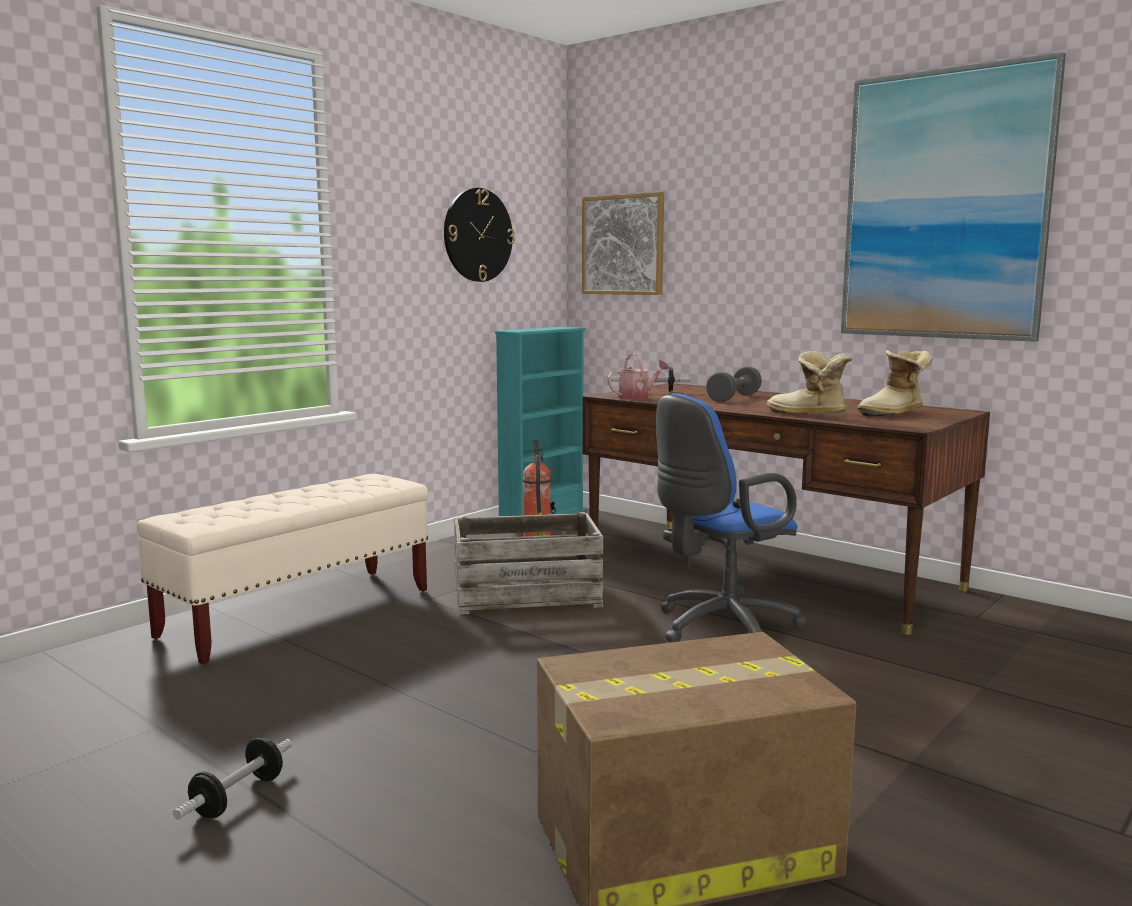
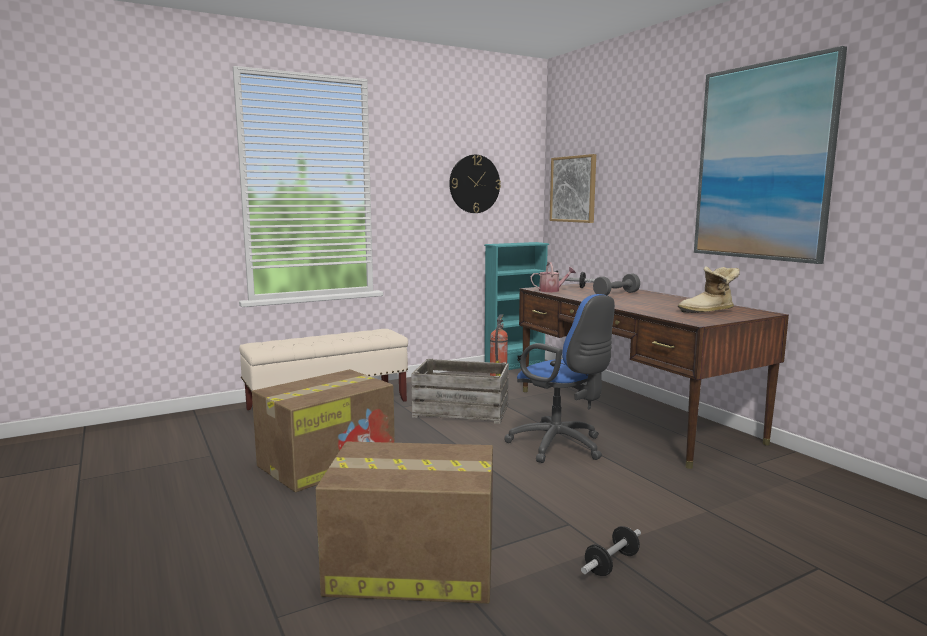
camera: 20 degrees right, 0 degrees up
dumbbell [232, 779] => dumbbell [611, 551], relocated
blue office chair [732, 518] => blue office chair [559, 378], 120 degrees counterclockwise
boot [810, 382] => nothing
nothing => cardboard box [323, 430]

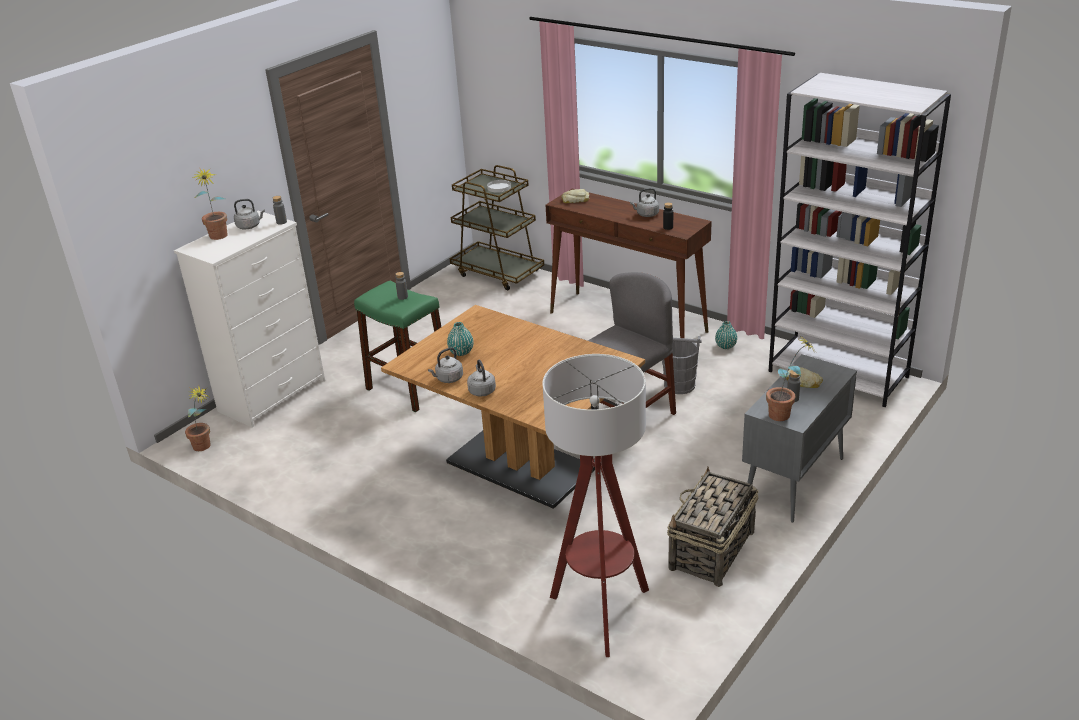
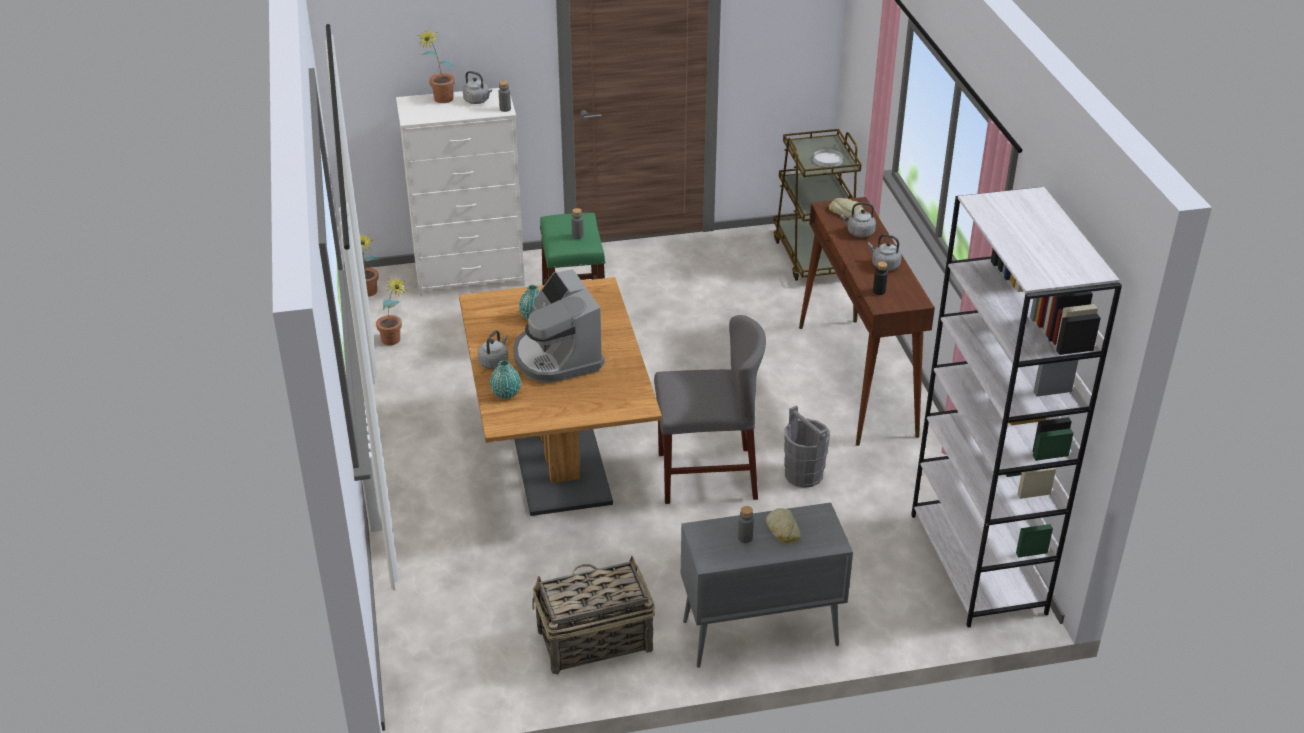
camera: 40 degrees right, 5 degrees up
grey kettle [445, 365] => grey kettle [858, 220], relocated
floor lamp [595, 505] => nothing
turquoise vase [726, 335] => turquoise vase [505, 379], relocated
potted plant [790, 378] => potted plant [391, 311], relocated
nothing => coffee machine [558, 325]

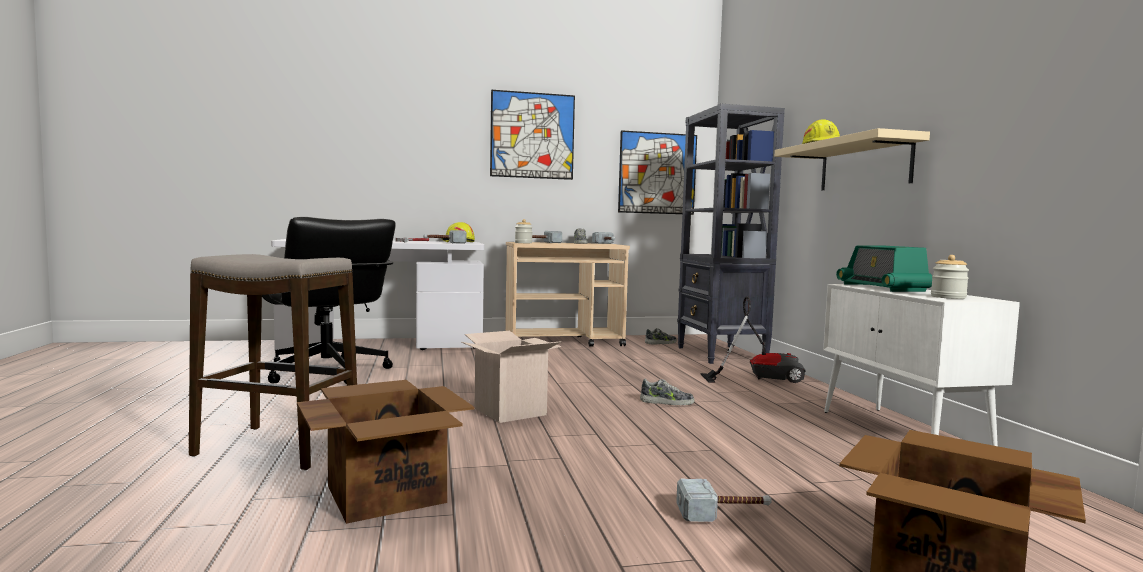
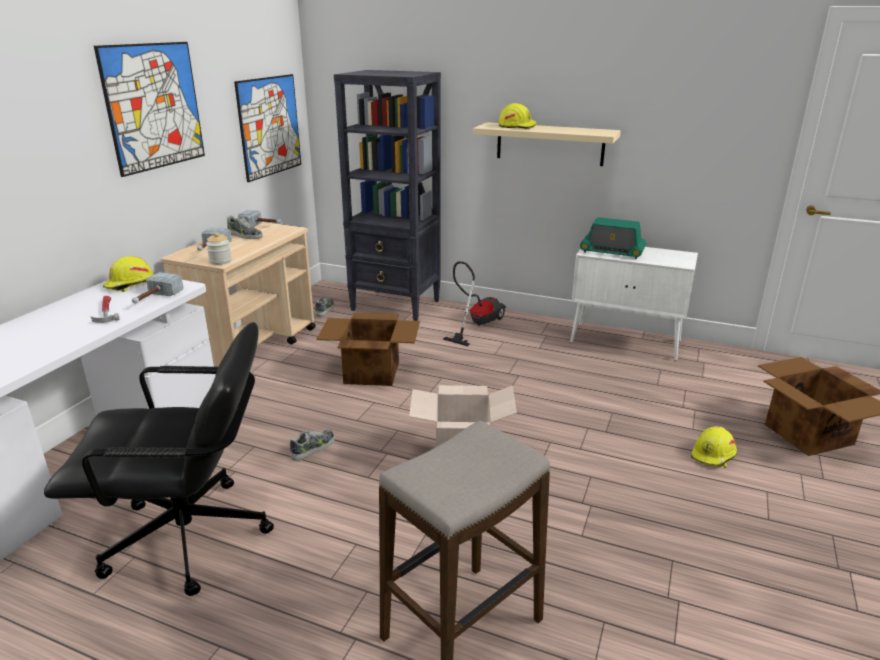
camera: 55 degrees left, 20 degrees up
cardboard box [386, 452] => cardboard box [368, 349], relocated
shoe [667, 392] => shoe [312, 445], relocated
hammer [724, 500] => yellow hard hat [714, 447]
jar [950, 277] => nothing

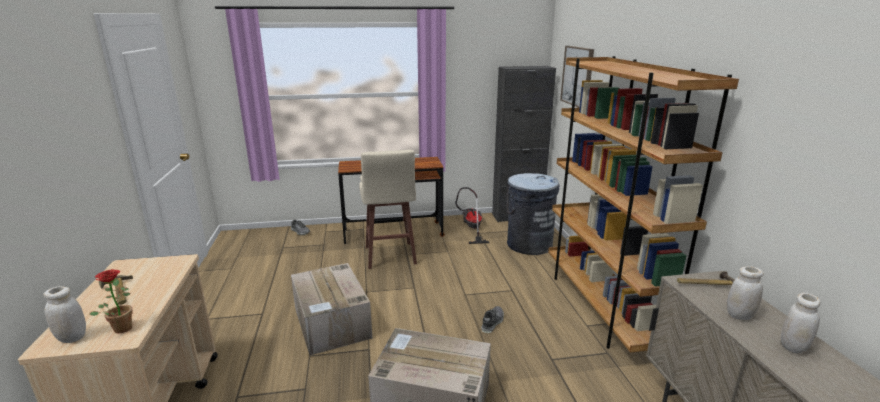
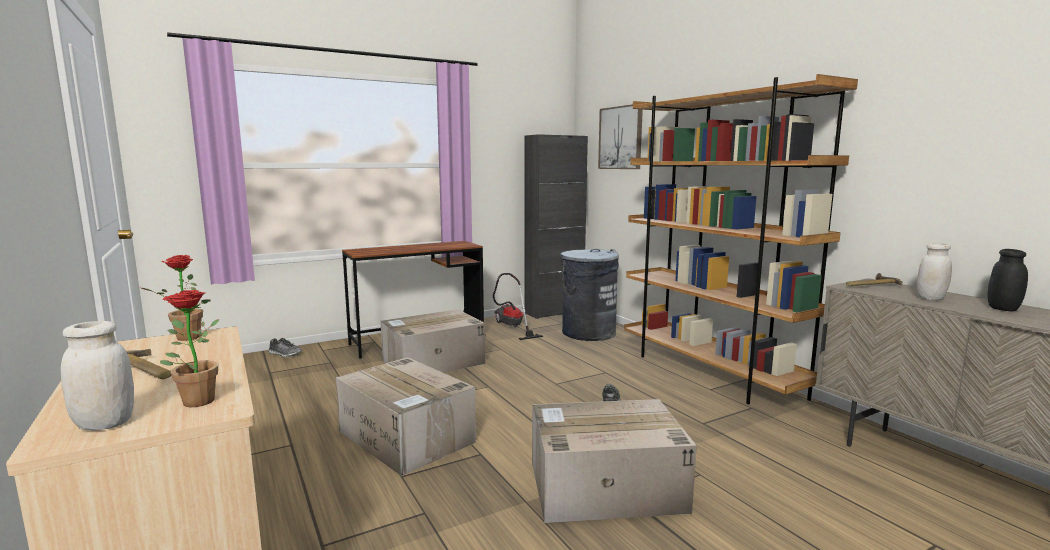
camera: 20 degrees left, 10 degrees down
beige stool [388, 209] => cardboard box [432, 341]
white jar [801, 323] => black jar [1007, 280]
nothing => potted plant [176, 298]

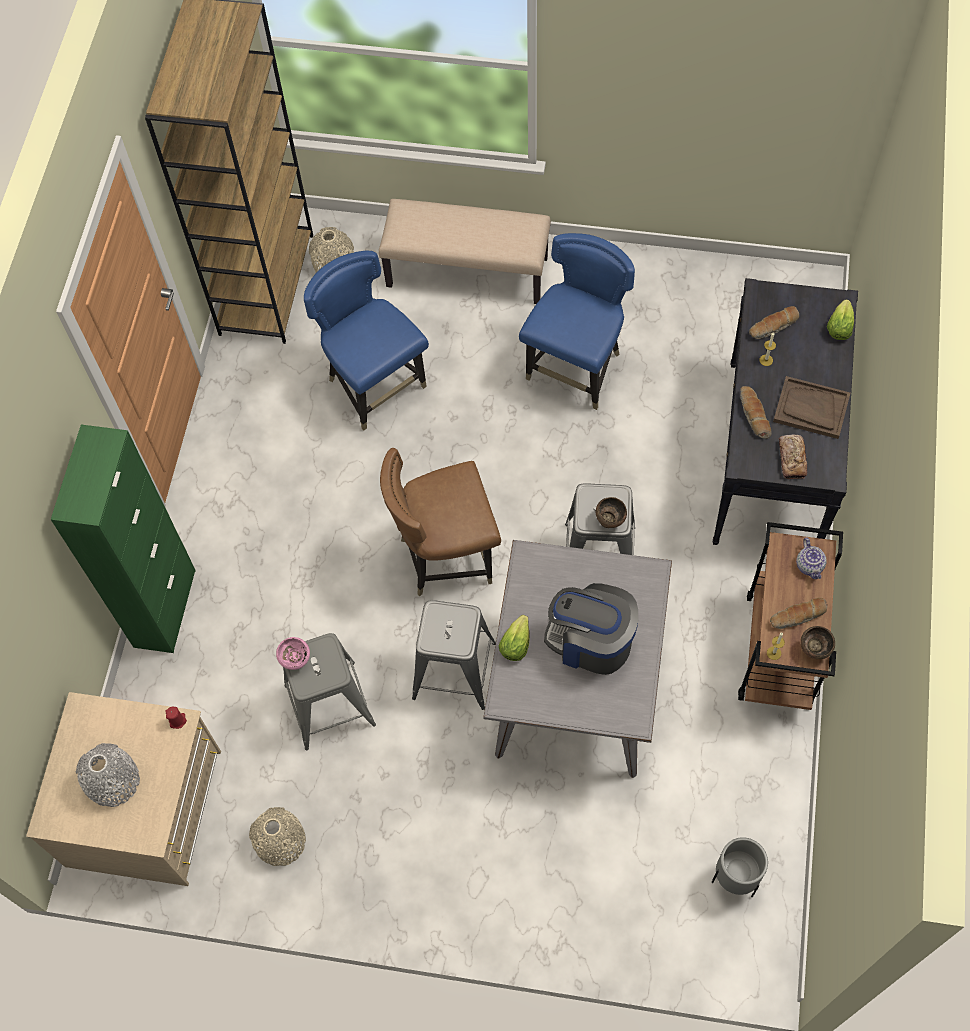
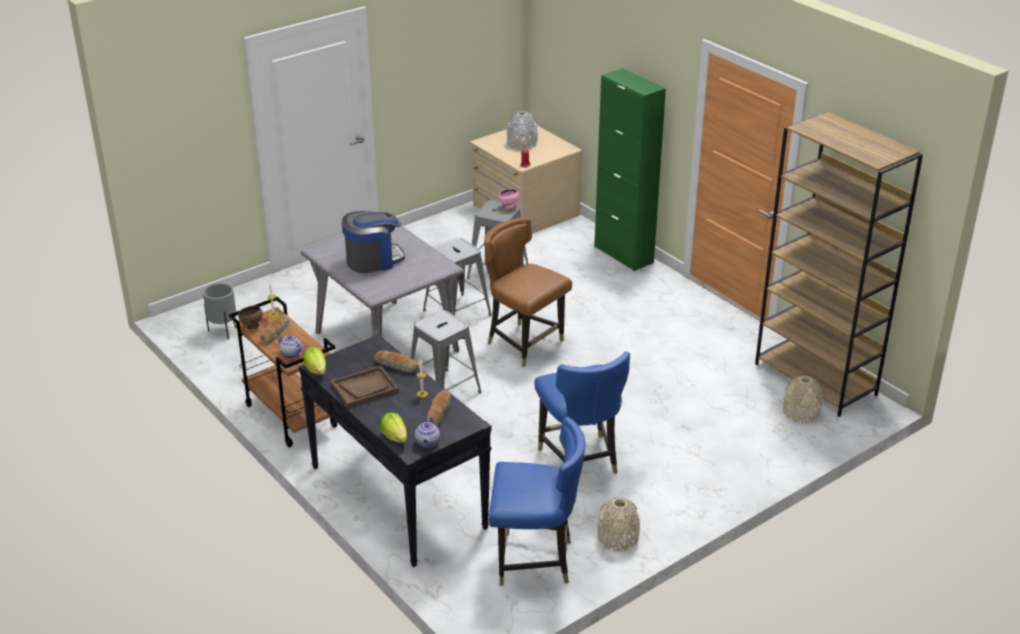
camera: 130 degrees right, 30 degrees down
beige vase [277, 836] => beige vase [618, 524], relocated
blue chair [366, 341] => blue chair [537, 501], relocated
beige bench [465, 251] => nothing
brown chair [440, 522] => brown chair [528, 292], 75 degrees counterclockwise
lettuce [514, 638] => lettuce [314, 361], relocated
brown bowl [611, 512] => nothing
bread [793, 457] => nothing
nothing => teapot [427, 432]

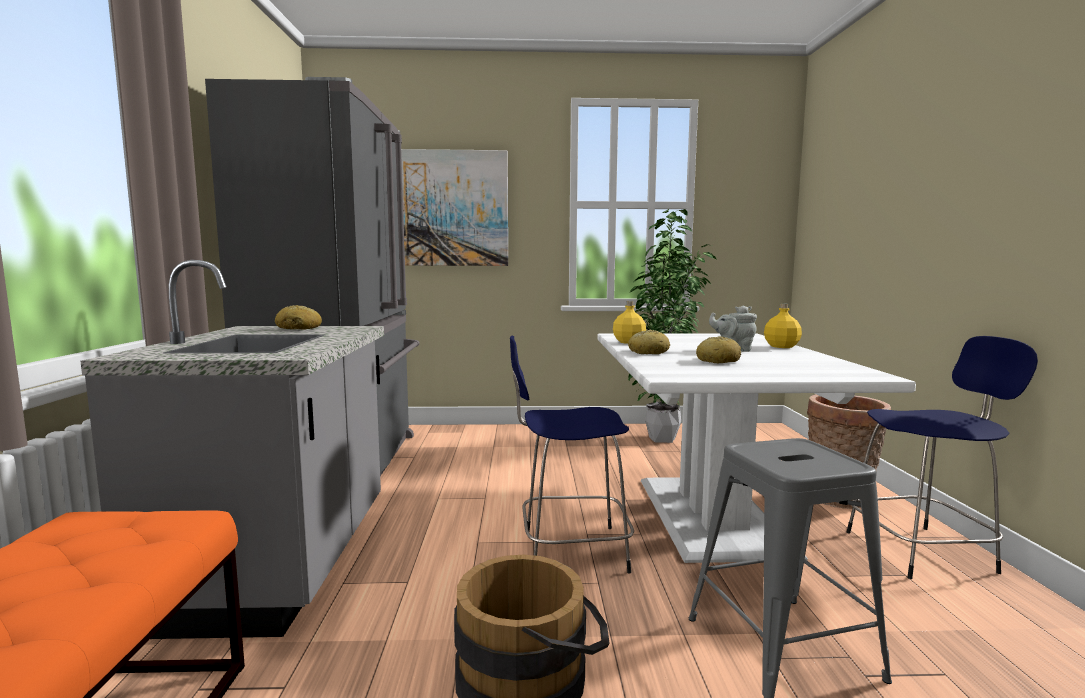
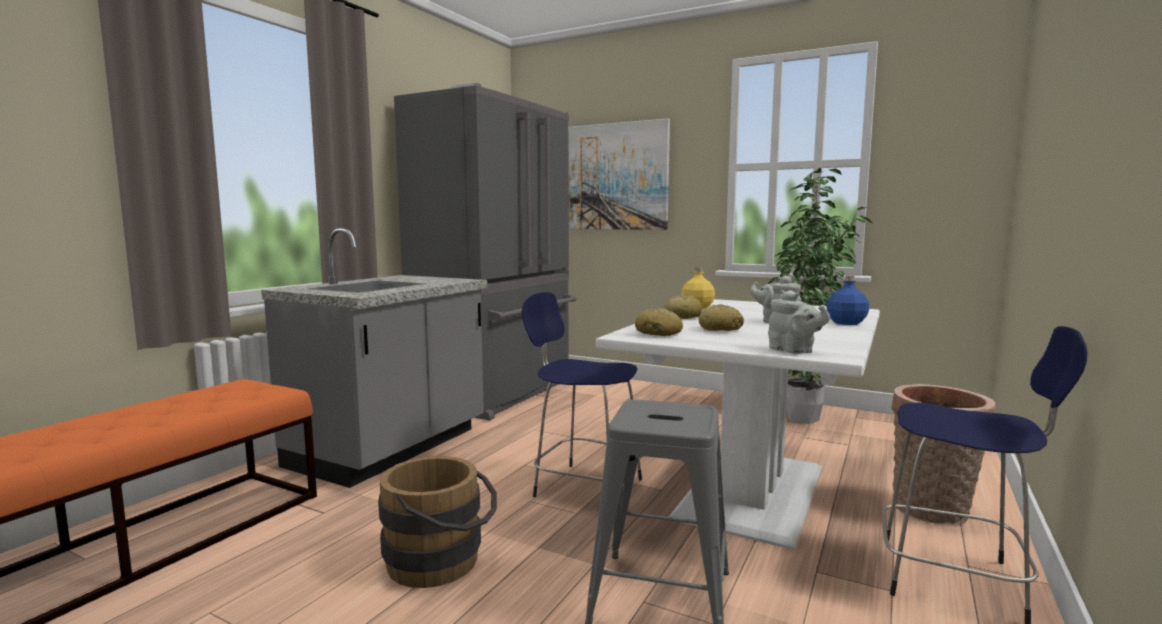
camera: 30 degrees right, 0 degrees up
bread [298, 317] => bread [659, 322], relocated
yellow bottle [783, 326] => blue bottle [847, 300]
nothing => grey teapot [799, 322]

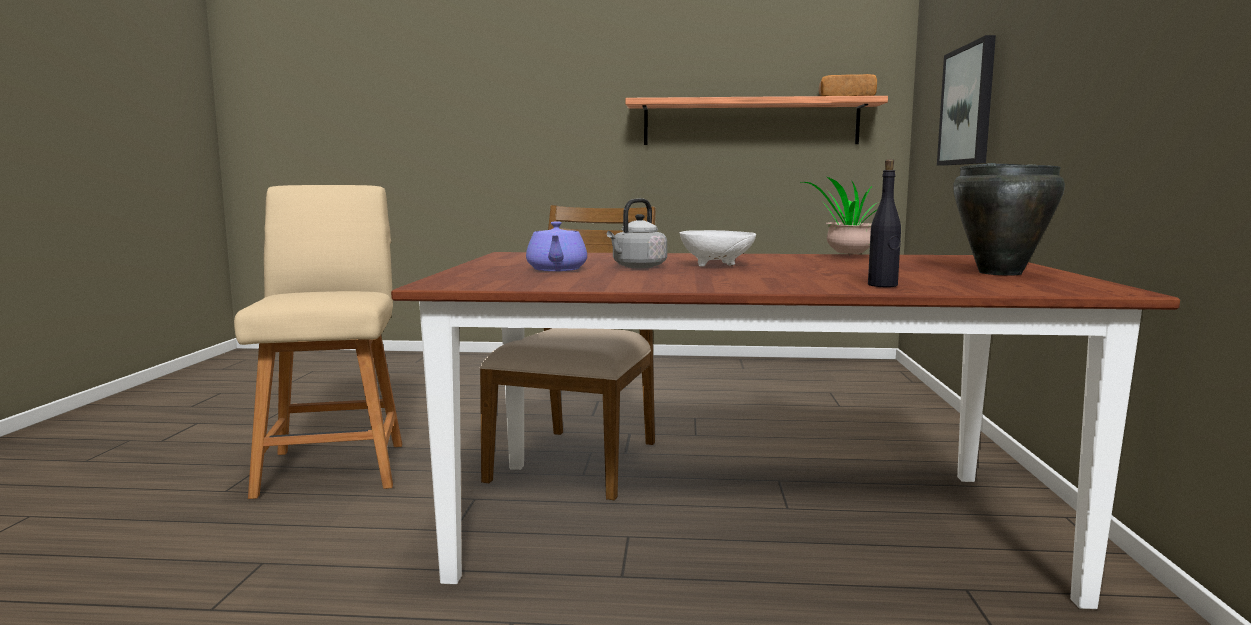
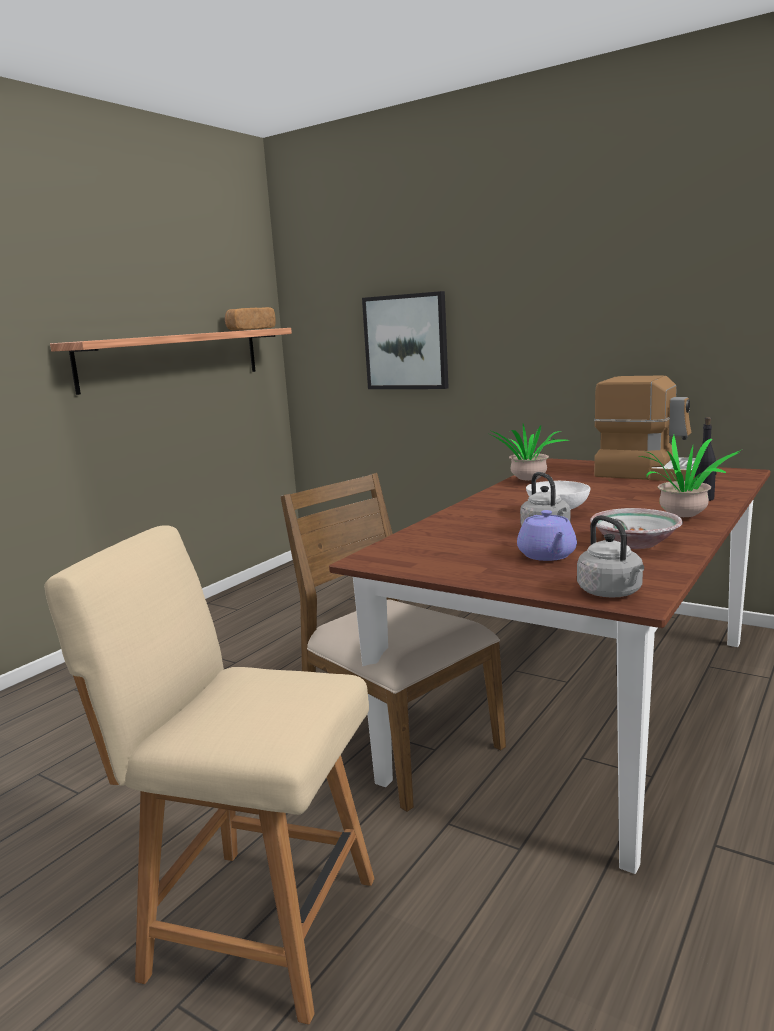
camera: 60 degrees left, 5 degrees up
purple teapot [556, 246] => purple teapot [547, 535], 60 degrees clockwise
black cooking pot [1009, 219] => coffee machine [645, 428]
nothing => grey kettle [610, 556]
nothing => bowl [636, 528]
nothing => potted plant [691, 476]

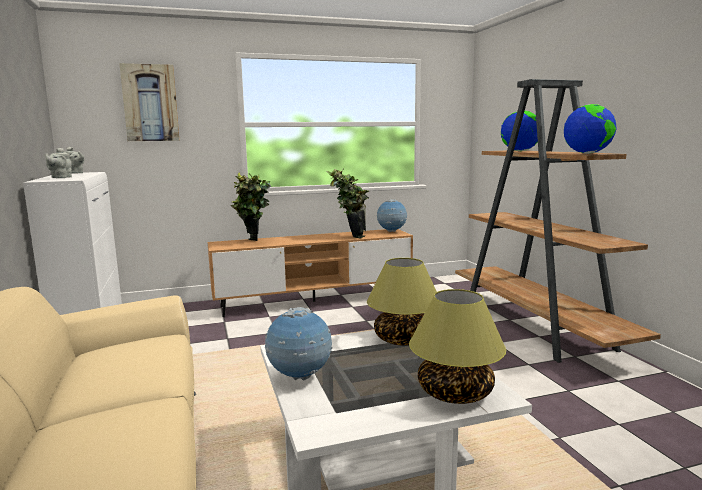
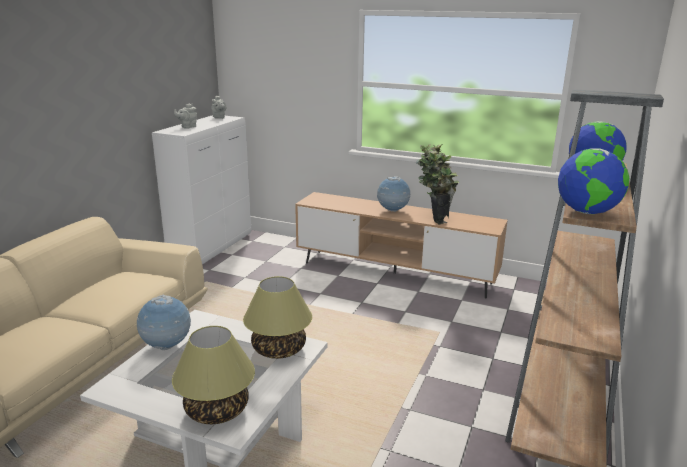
camera: 40 degrees right, 10 degrees up
picture [149, 102] => nothing
potted plant [250, 207] => nothing
globe [392, 215] => globe [393, 194], relocated

